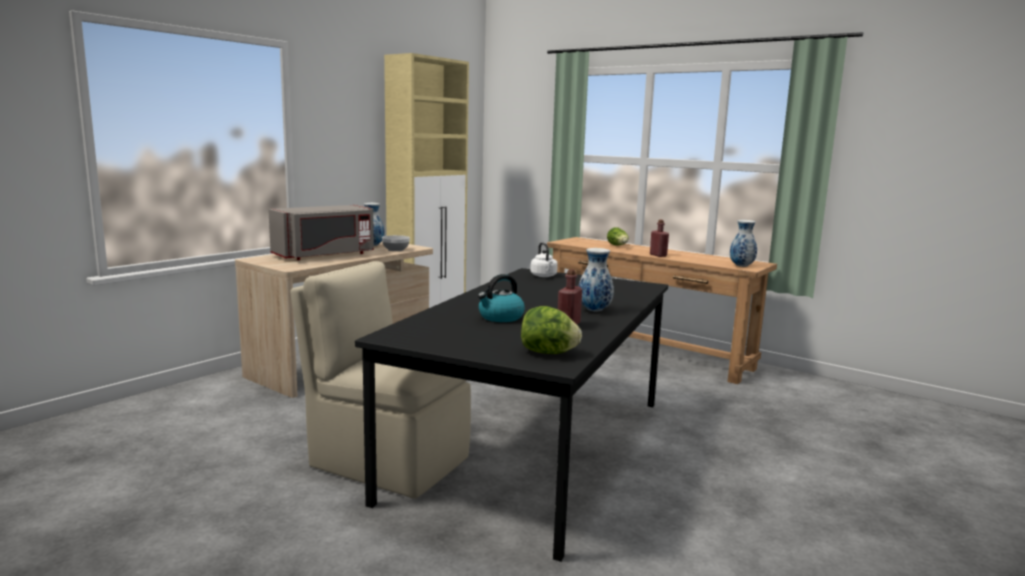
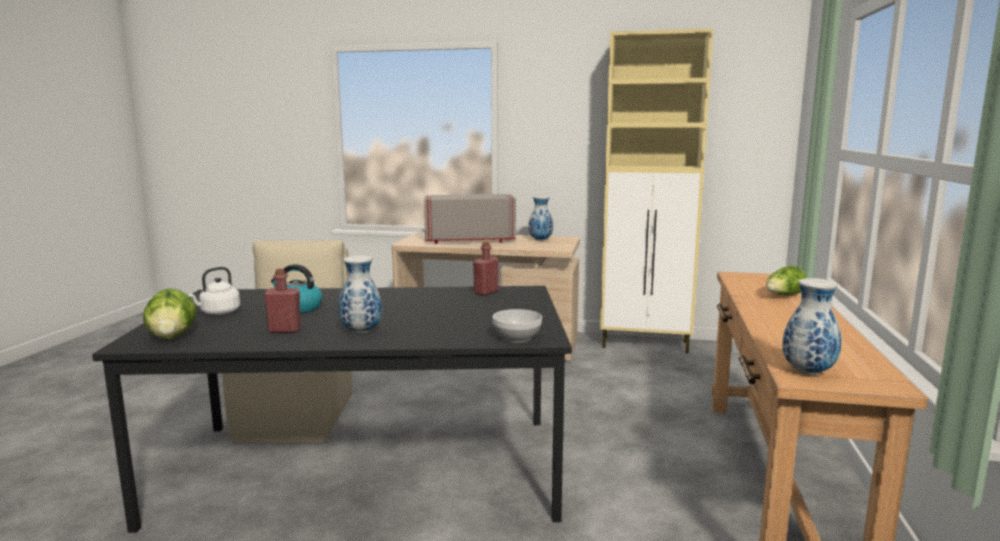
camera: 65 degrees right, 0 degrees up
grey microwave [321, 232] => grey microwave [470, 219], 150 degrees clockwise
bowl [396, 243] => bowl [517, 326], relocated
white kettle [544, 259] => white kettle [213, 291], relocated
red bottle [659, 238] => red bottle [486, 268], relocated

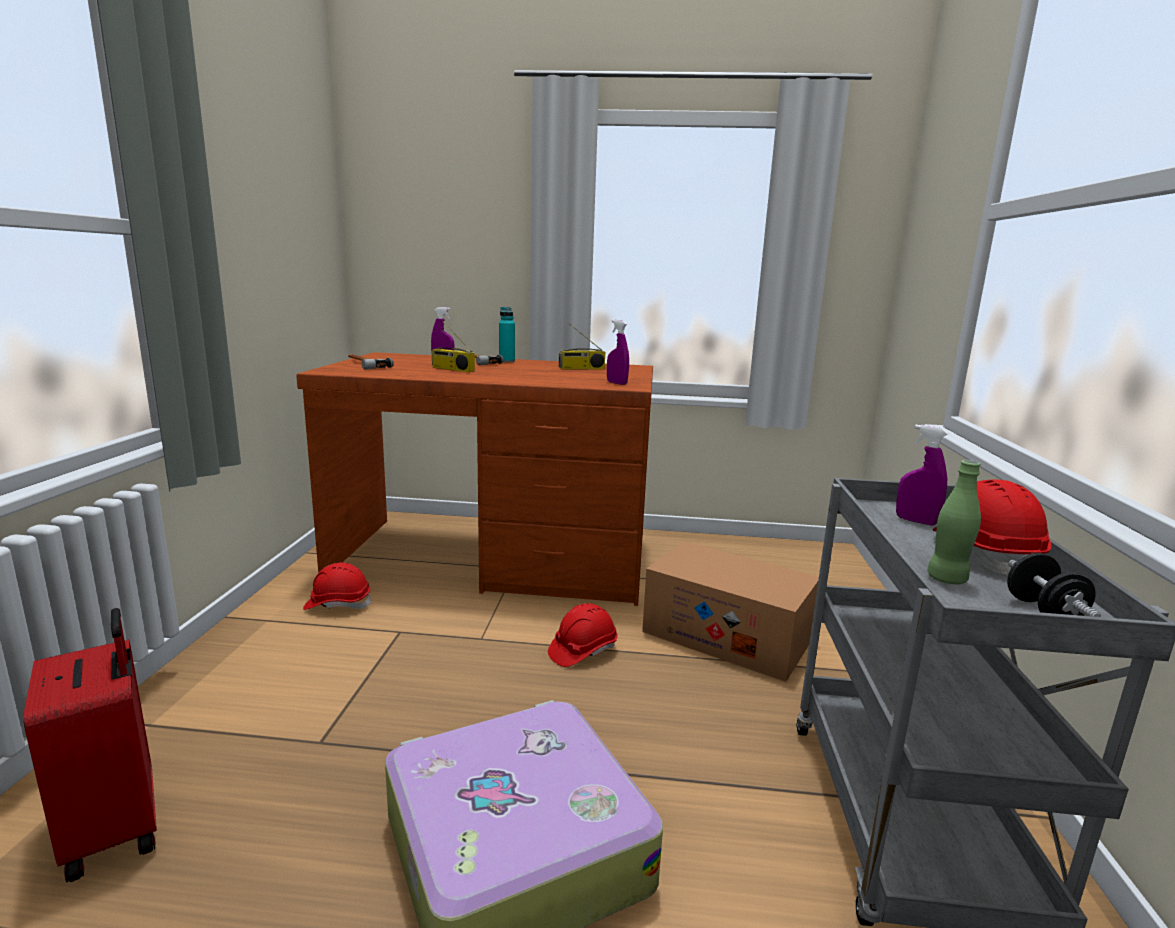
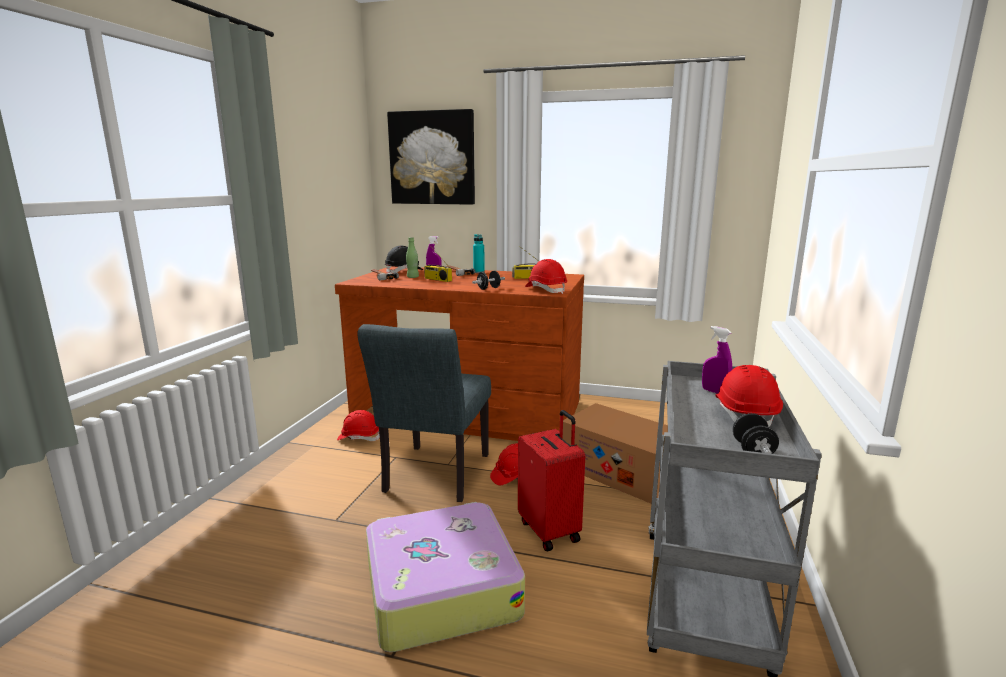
camera: 10 degrees right, 0 degrees up
red suitcase [90, 745] => red suitcase [551, 480], relocated
purple spray bottle [618, 352] => red hard hat [546, 276]
green bottle [954, 522] => green bottle [412, 257], relocated
nothing => grey chair [424, 413]
nothing => black hard hat [404, 259]
nothing => picture [431, 157]
nothing => black dumbbell [488, 280]

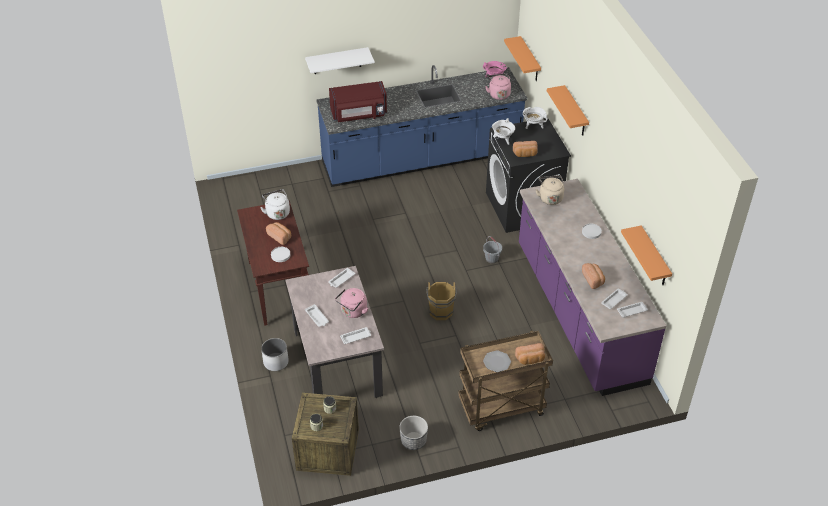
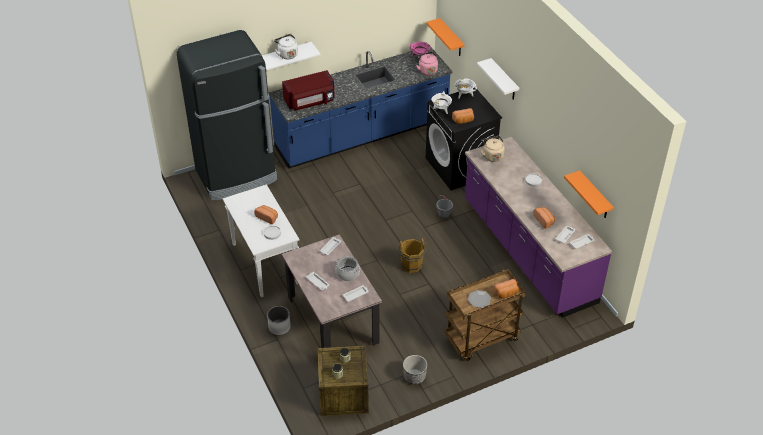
camera: 10 degrees left, 0 degrees up
brown console table [273, 263] => white console table [261, 240]
white kettle [275, 204] => white kettle [286, 46], relocated
pink kettle [351, 303] => cooking pot [347, 268]
orange shelf [568, 110] => white shelf [498, 79]
nothing => black fridge [227, 115]

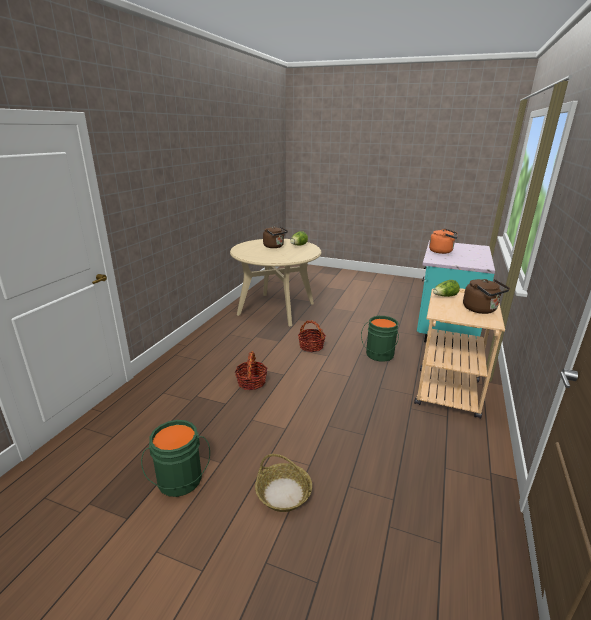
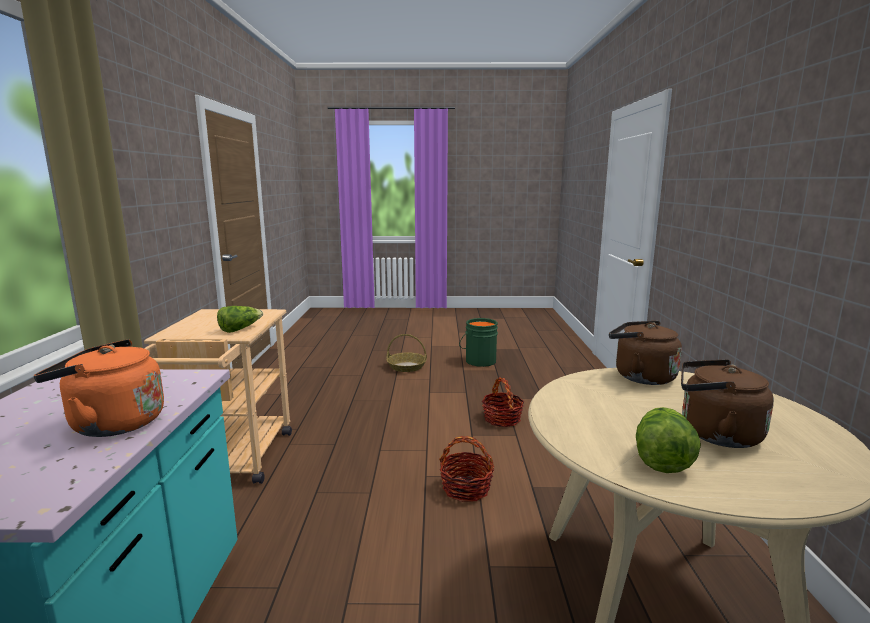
camera: 160 degrees right, 10 degrees down
green bucket [380, 339] => nothing
brown kettle [486, 296] => brown kettle [645, 353], relocated

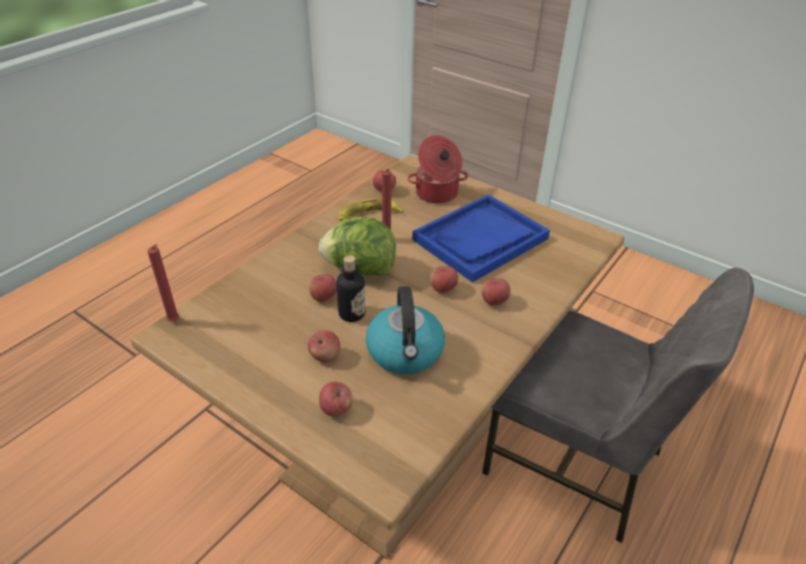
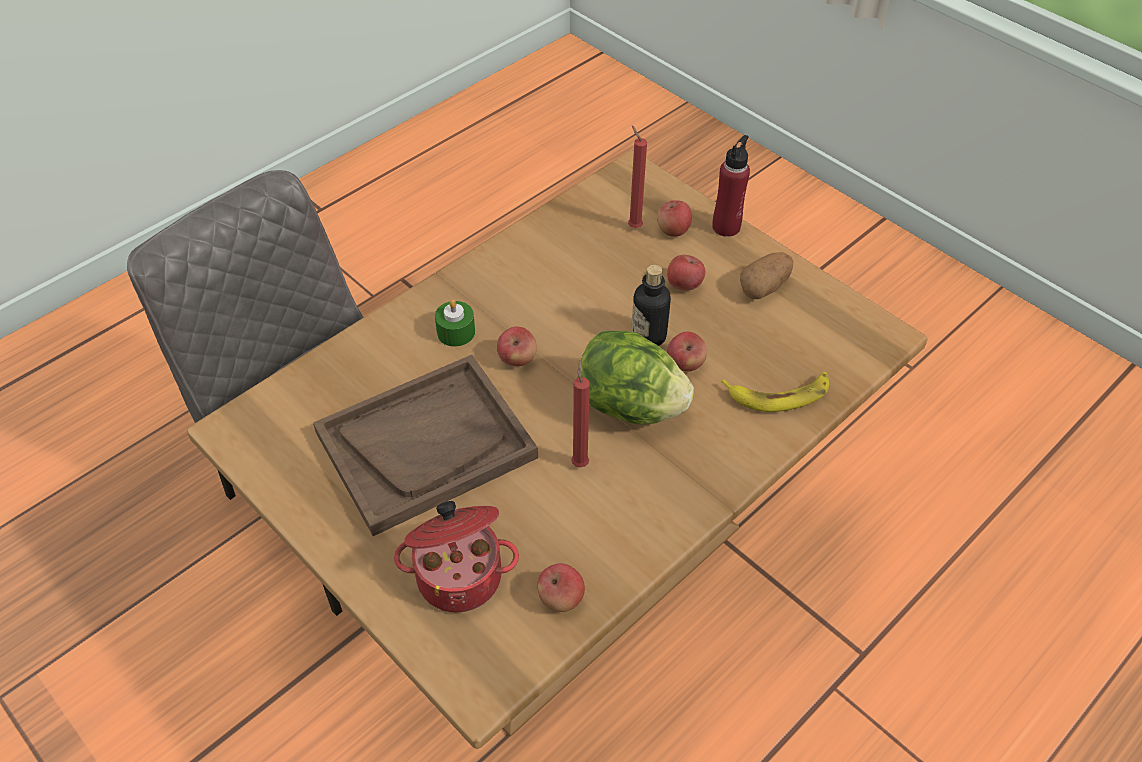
camera: 170 degrees left, 10 degrees up
red candle [163, 282] => red candle [637, 176], relocated
banana [371, 210] => banana [775, 392], relocated
kettle [405, 330] => nothing
blue tray [481, 238] => brown tray [425, 445]
apple [495, 292] => green candle [455, 323]
nothing => red bottle [731, 186]
nothing => potato [766, 275]

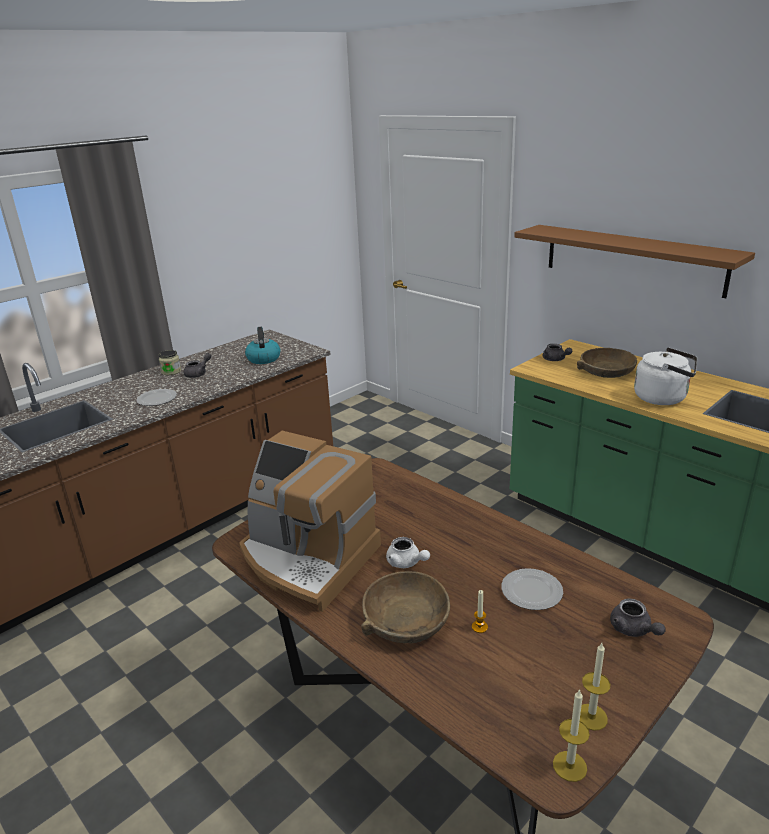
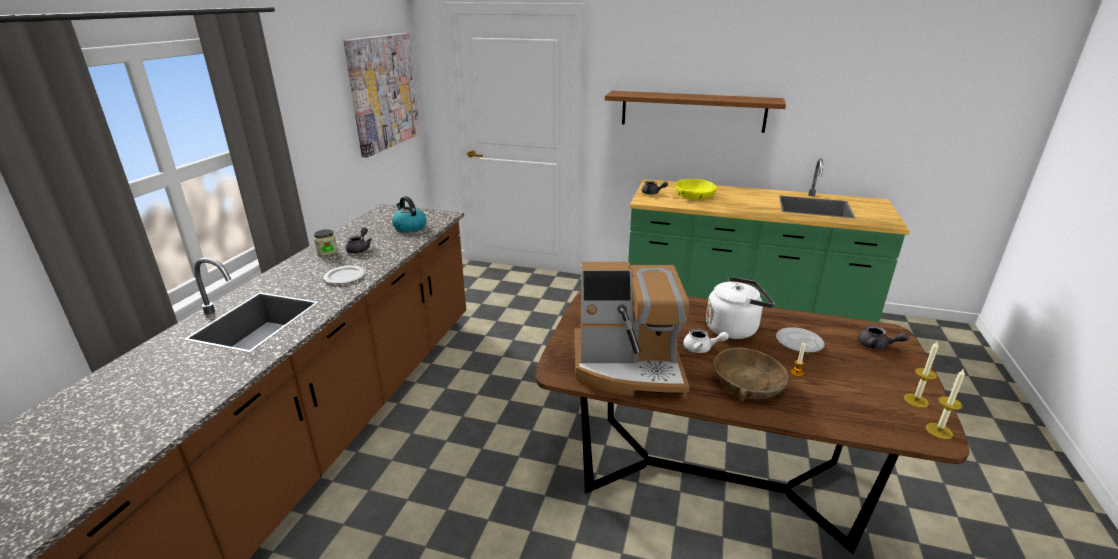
camera: 30 degrees left, 0 degrees up
brown bowl [607, 363] => yellow bowl [696, 189]
white kettle [665, 376] => white kettle [740, 308], relocated
nothing => picture [381, 95]

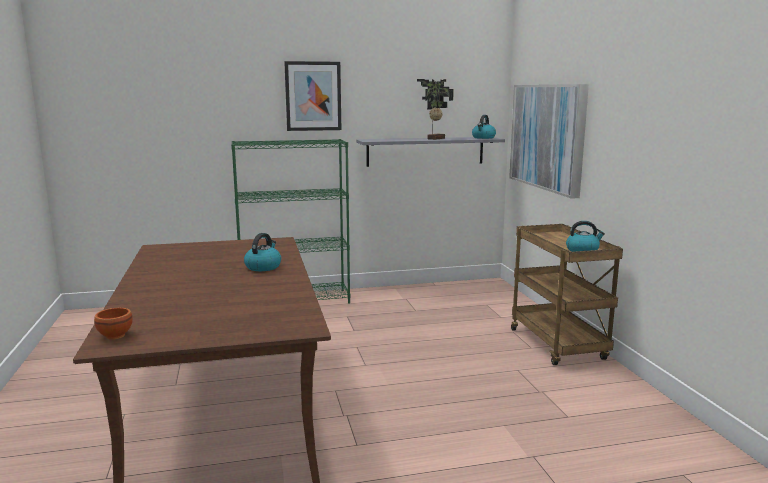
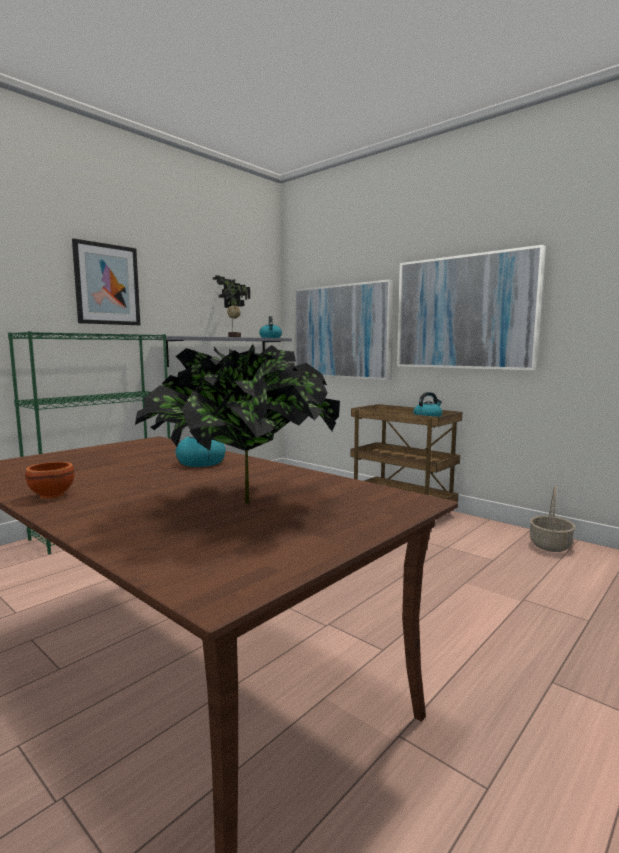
camera: 35 degrees left, 5 degrees down
brown bowl [113, 324] => brown bowl [49, 480], relocated
nothing => potted plant [237, 424]
nothing => picture [471, 307]
nothing => basket [553, 519]

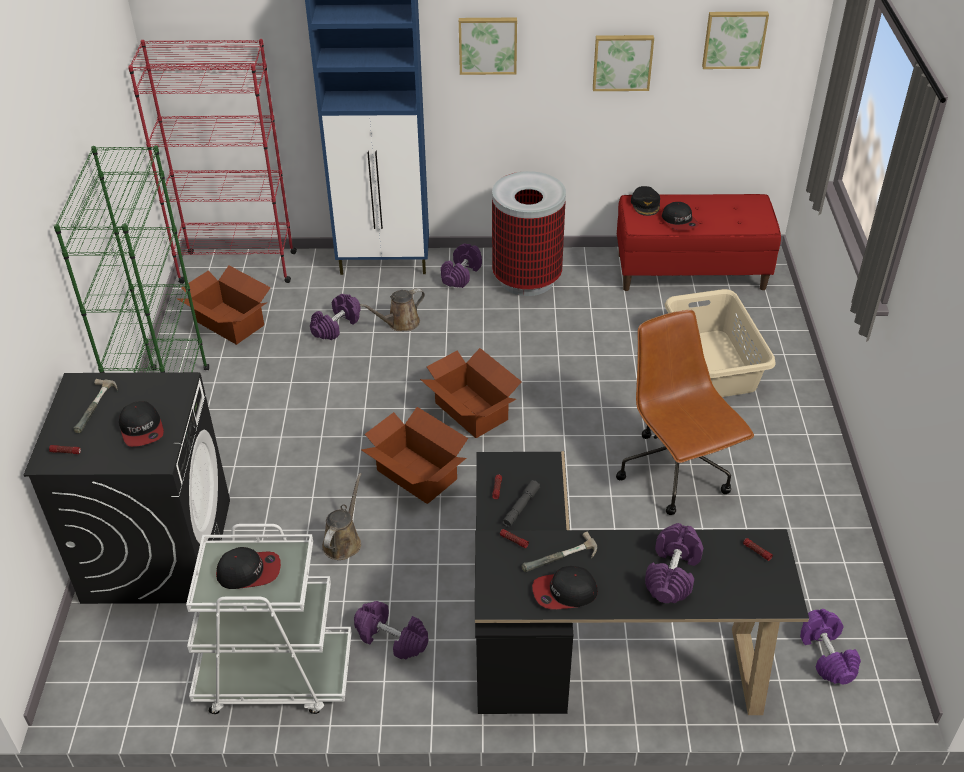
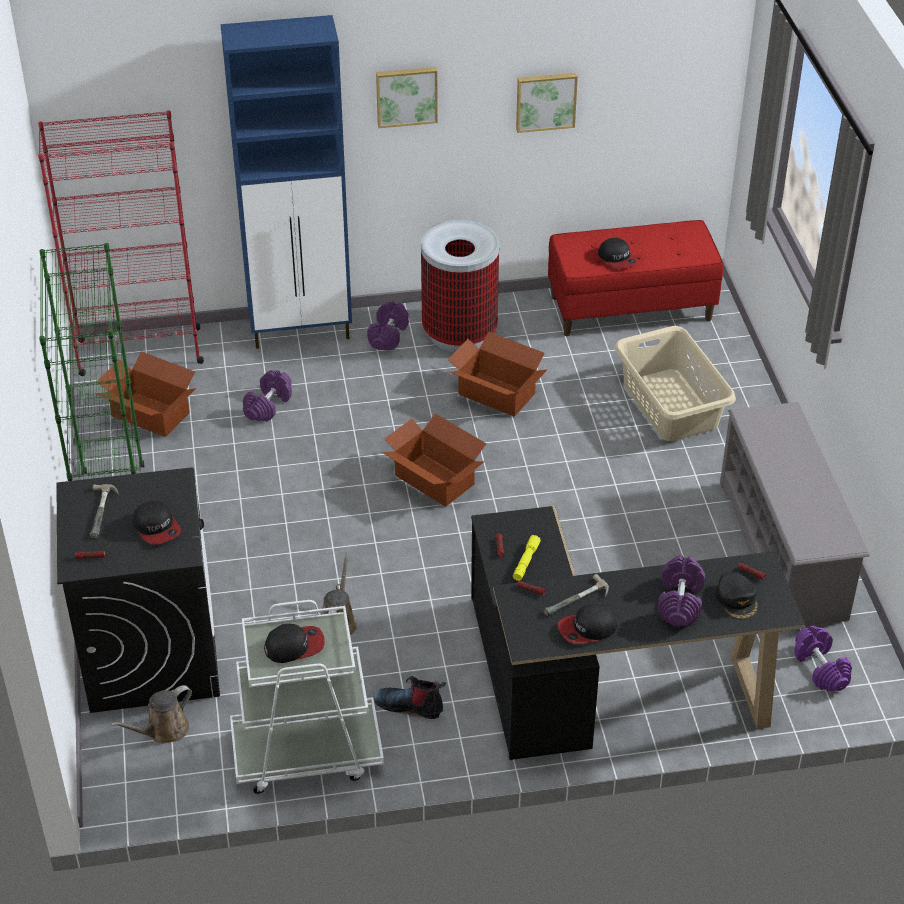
camera: 10 degrees left, 0 degrees up
purple dumbbell [391, 630] => boot [409, 697]
brown watering can [392, 309] => brown watering can [151, 714], relocated
cardboard box [414, 455] => cardboard box [498, 374], relocated
grey flashlight [521, 503] => yellow flashlight [527, 558]
brown office chair [685, 412] => nothing
black cap [645, 201] => black cap [737, 596], relocated
picture [735, 40] => nothing
nothing => grey shoe rack [795, 517]

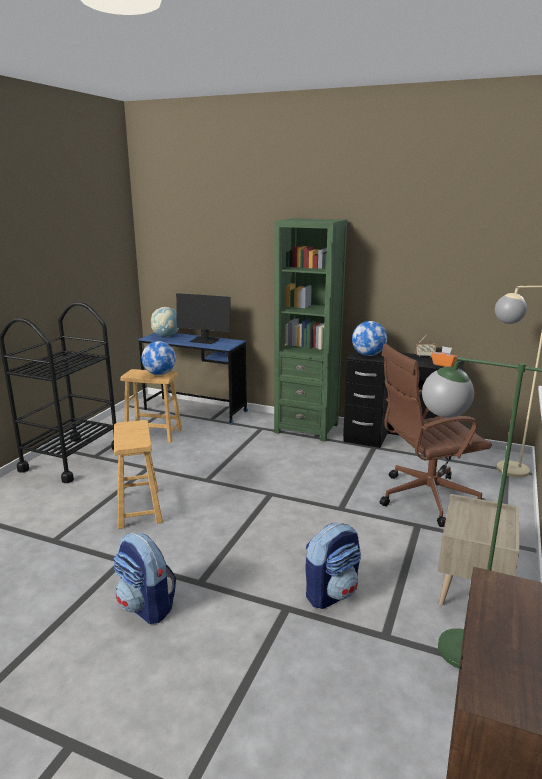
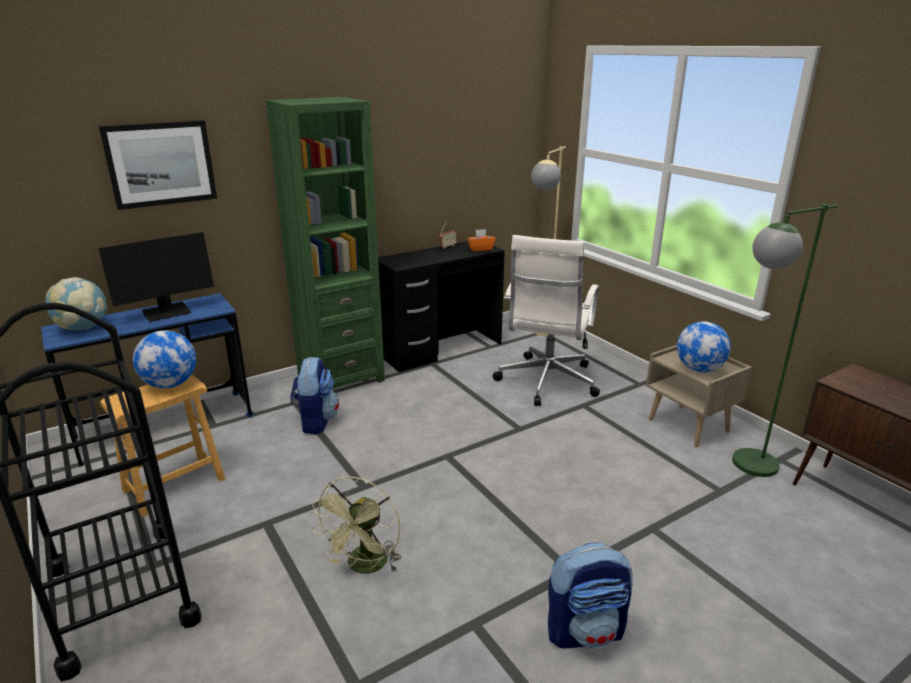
camera: 55 degrees left, 5 degrees up
brown stool [138, 474] => green fan [356, 525]
backpack [333, 565] => backpack [314, 395], relocated
globe [369, 338] => globe [704, 346], relocated
brown office chair [436, 435] => white office chair [546, 320]
nothing => picture [158, 165]

